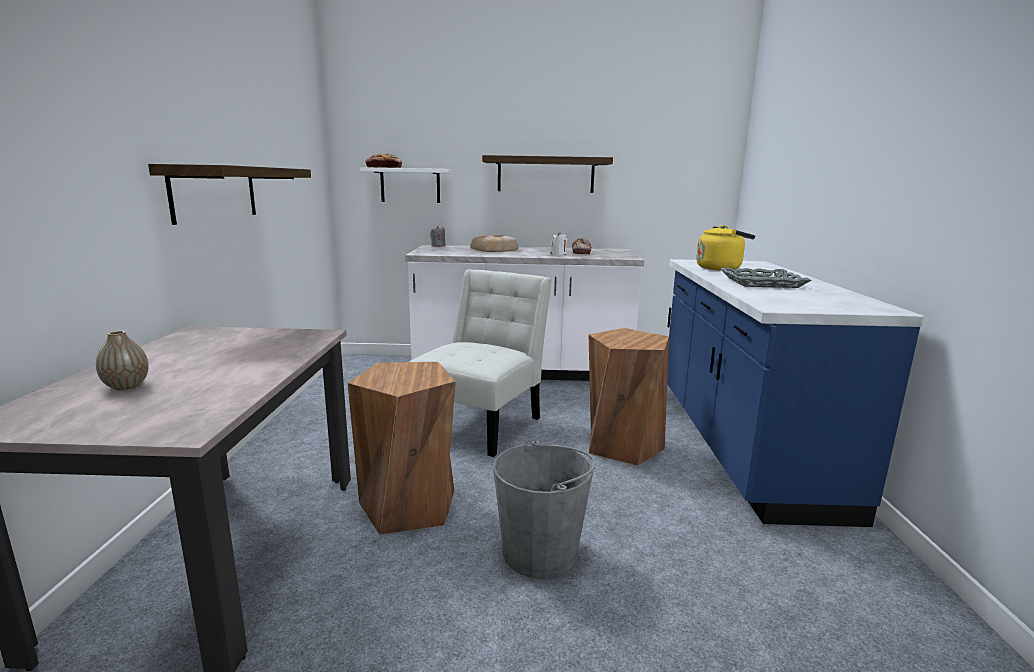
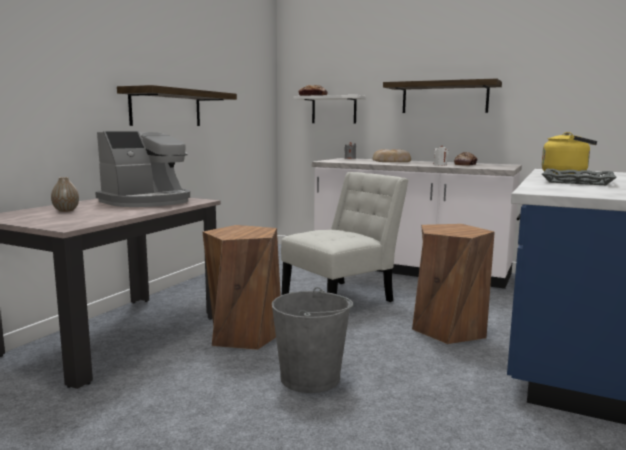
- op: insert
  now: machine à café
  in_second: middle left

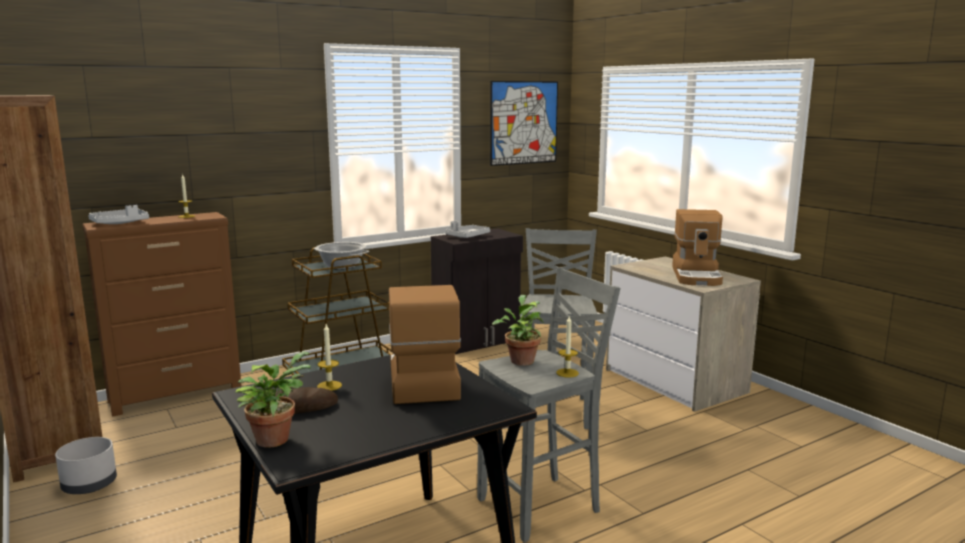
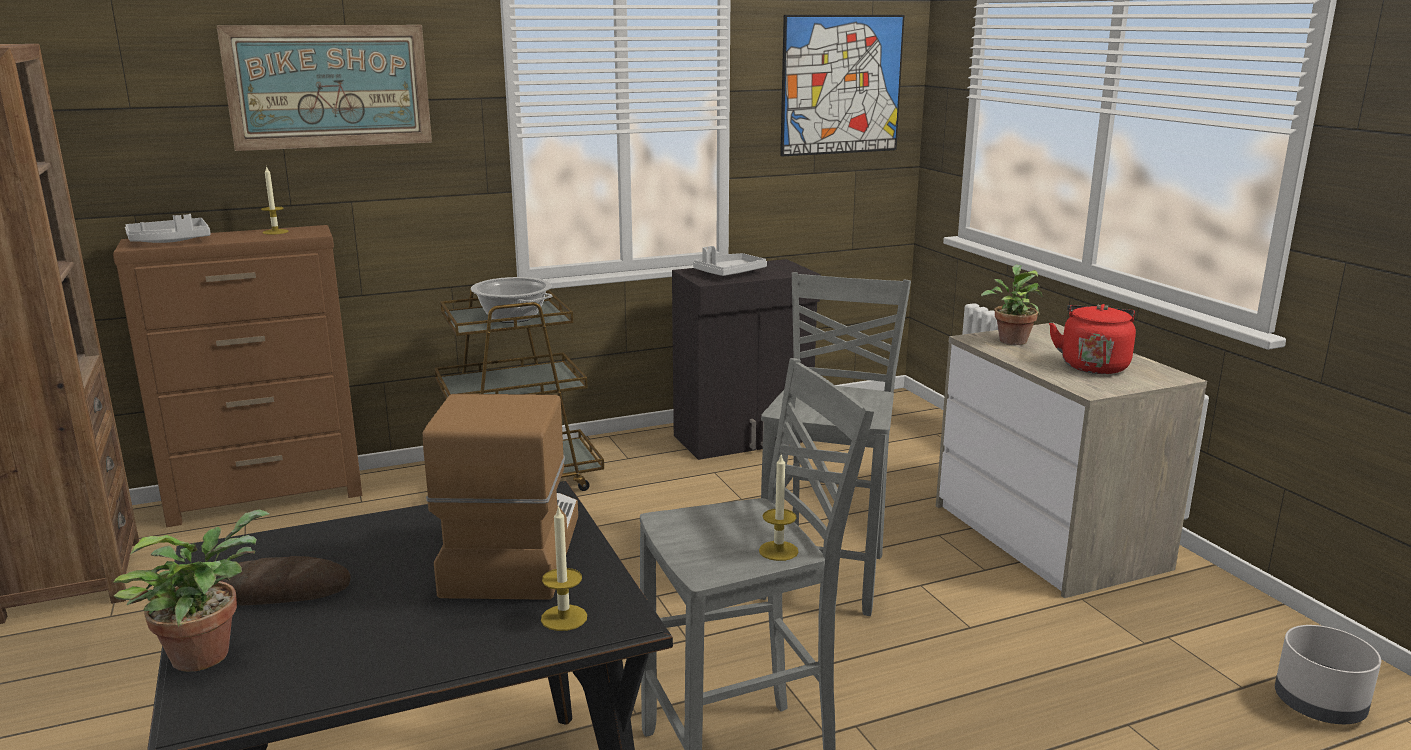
- op: insert
  now: tableau (1st from left)
  in_second: top left
- op: move
  was: bougie (2nd from left)
  in_first: centre
  in_second: bottom centre
- op: move
  was: plante en pot (2nd from left)
  in_first: centre
  in_second: middle right
- op: replace
  was: machine à café (2nd from left)
  now: bouilloire/rouge
  in_first: middle right
  in_second: middle right
- op: move
  was: cache-pot/gris
  in_first: bottom left
  in_second: bottom right

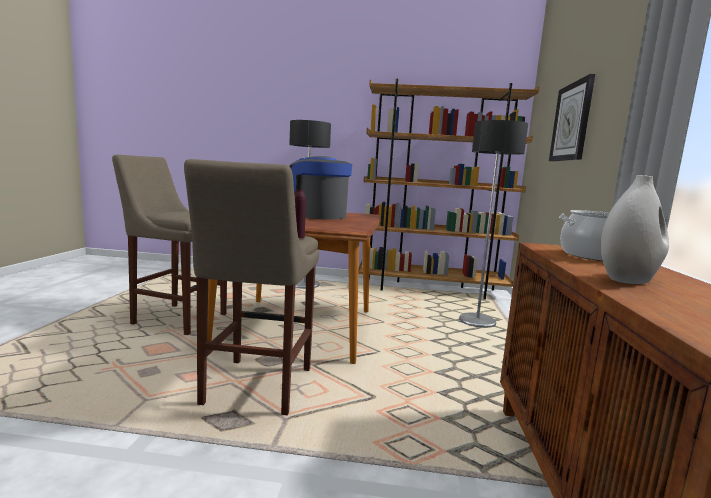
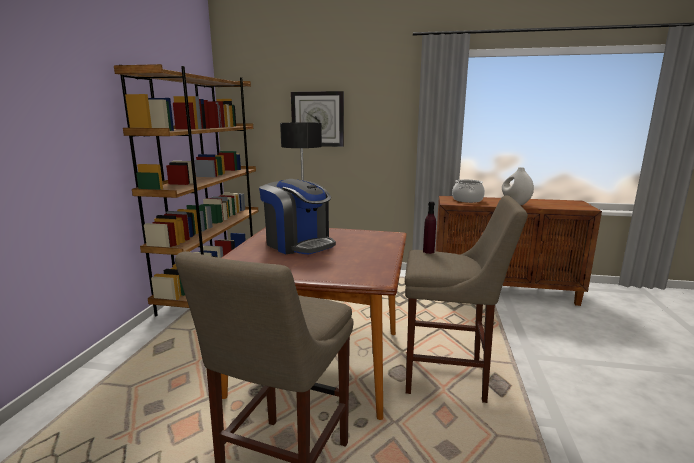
- op: rotate
  was: machine à café
  in_first: centre
  in_second: centre
  clockwise: -90
- op: delete
  was: lampadaire (1st from left)
  in_first: centre

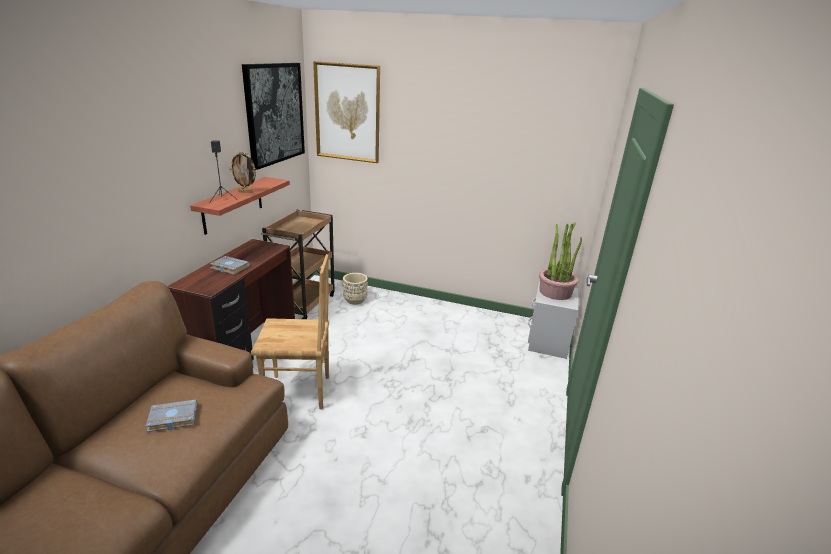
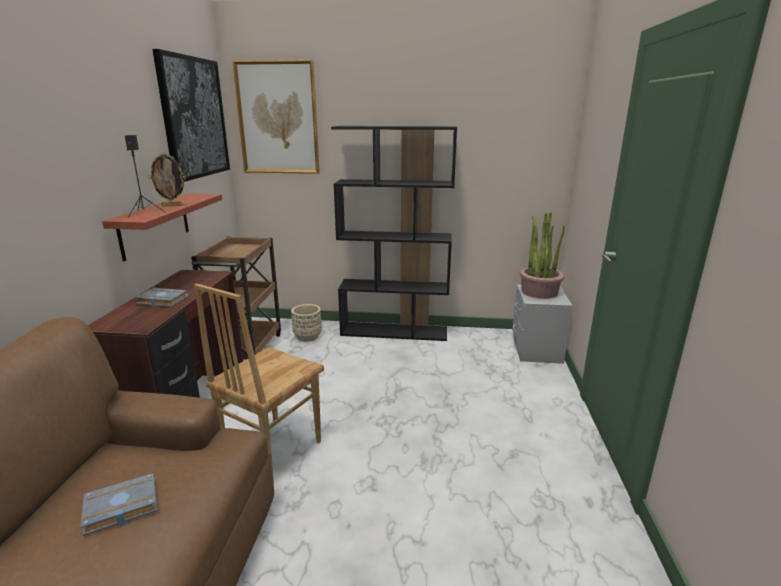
- op: rotate
  was: chaise/marron
  in_first: centre
  in_second: middle left
  clockwise: 135
- op: insert
  now: bibliothèque/noir
  in_second: centre

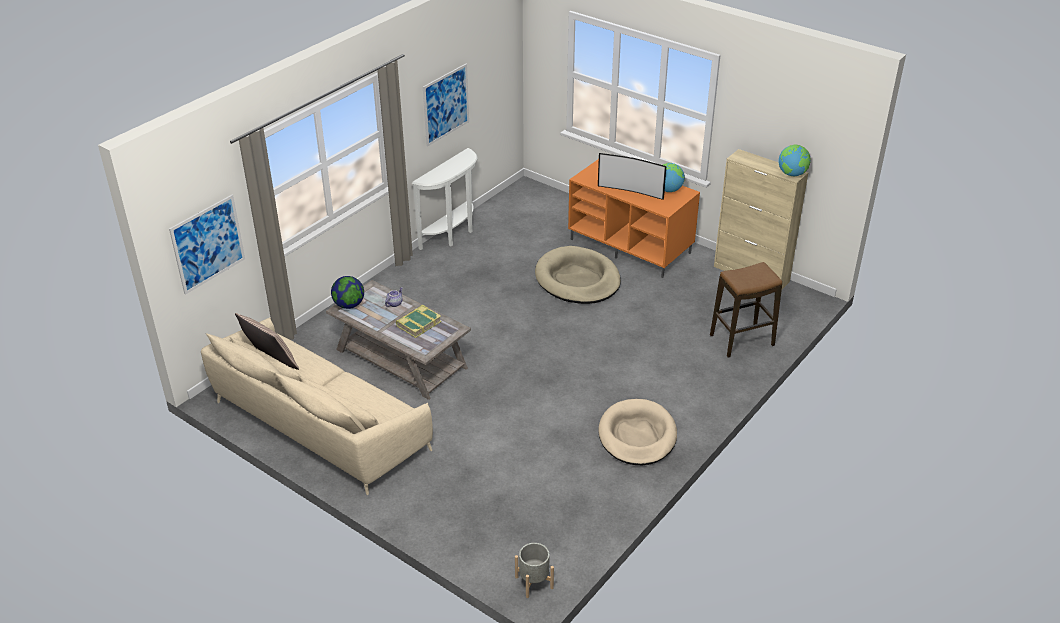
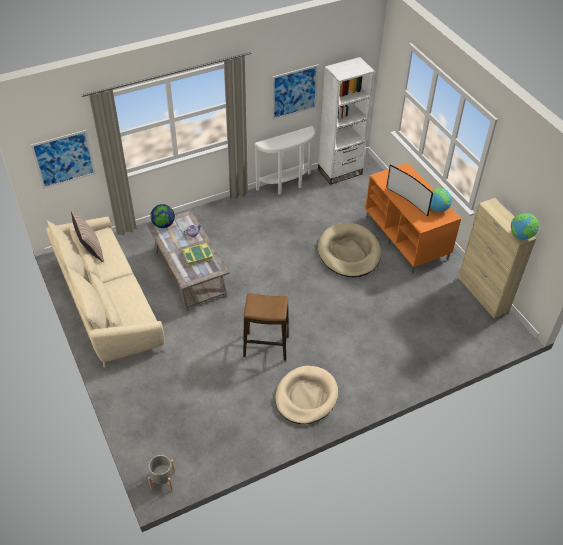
- op: move
  was: tabouret
  in_first: middle right
  in_second: centre
- op: insert
  now: bibliothèque/blanc
  in_second: top centre

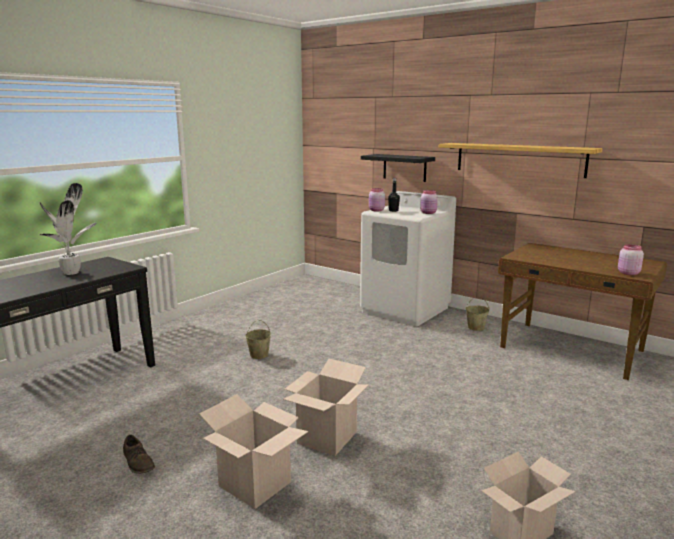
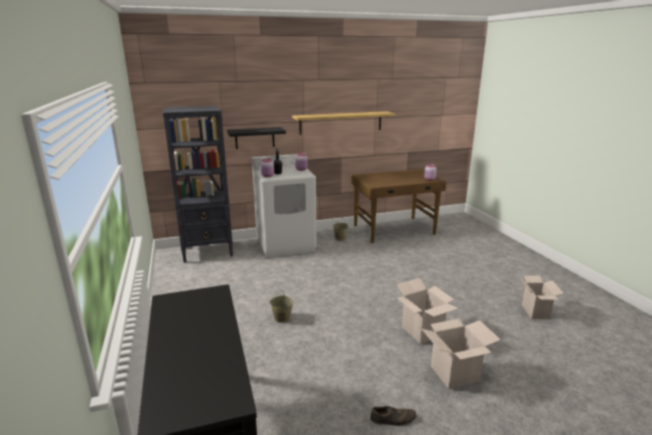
- op: insert
  now: bibliothèque/noir
  in_second: middle left
- op: delete
  was: plante en pot
  in_first: middle left

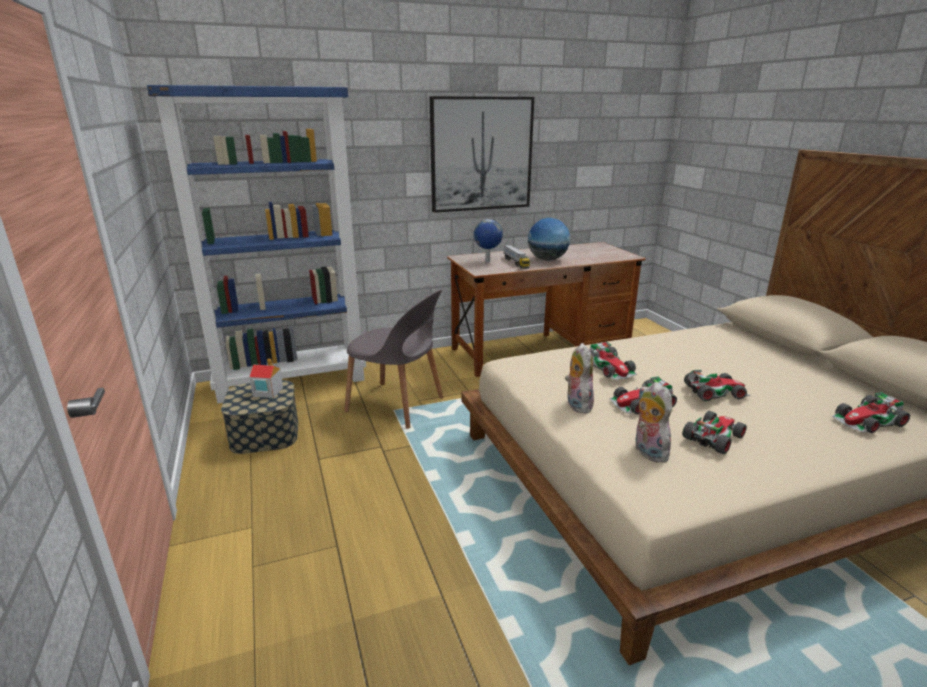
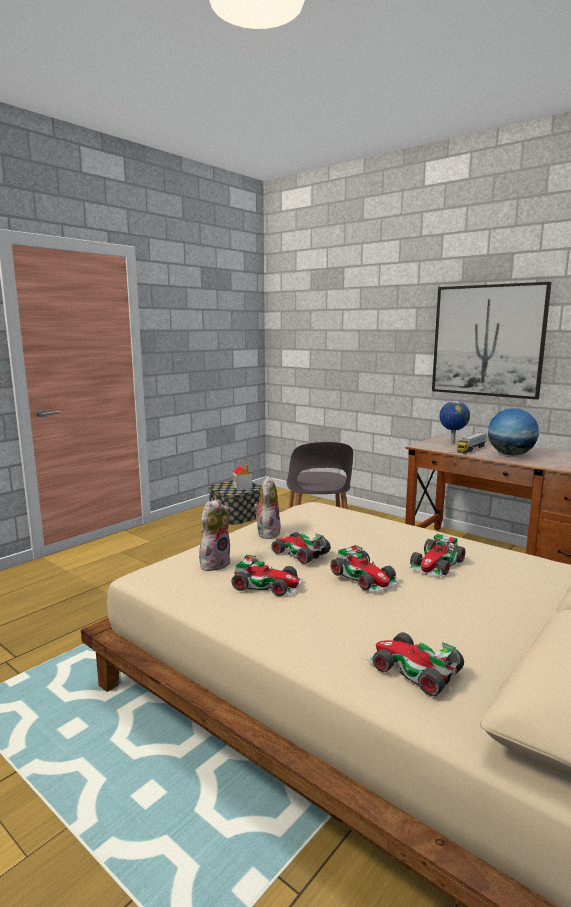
- op: rotate
  was: peluche (1st from left in the first image)
  in_first: centre
  in_second: centre
  clockwise: -45
- op: move
  was: petite voiture (1st from left in the first image)
  now: petite voiture (5th from left)
  in_first: centre
  in_second: middle right
- op: delete
  was: bibliothèque/bleu
  in_first: middle left

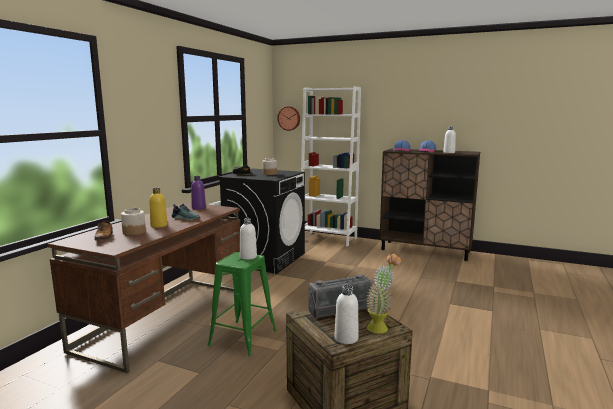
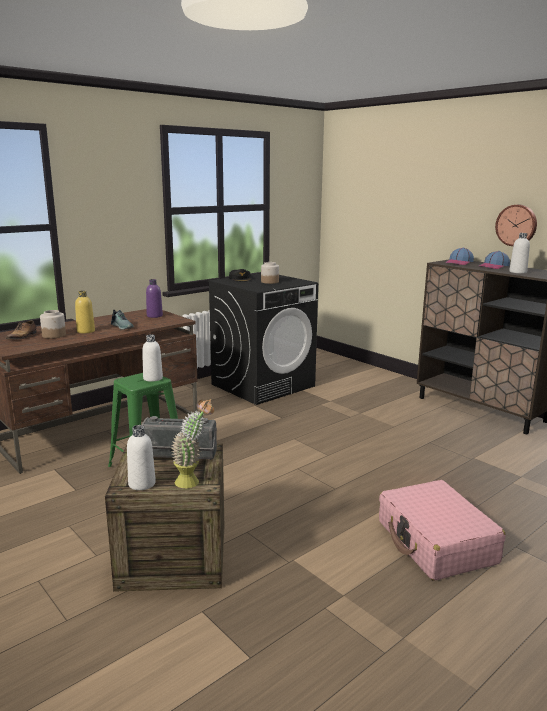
- op: insert
  now: valise/rose
  in_second: bottom right
- op: move
  was: horloge murale
  in_first: top centre
  in_second: top right
- op: delete
  was: bibliothèque/blanc
  in_first: centre

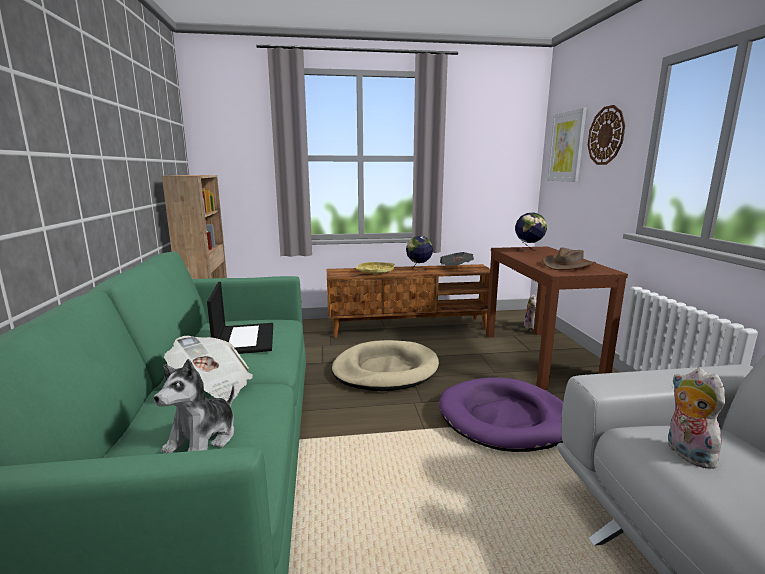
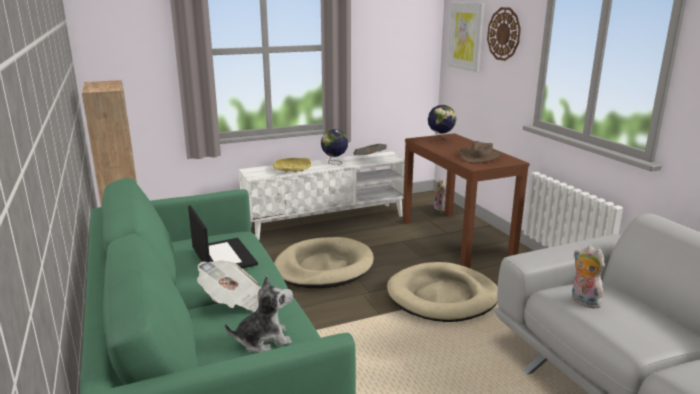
- op: rotate
  was: peluche (1st from left)
  in_first: bottom left
  in_second: bottom centre
  clockwise: -120
- op: recolor
  was: meuble télé/marron
  now: meuble télé/blanc
  in_first: centre
  in_second: centre
- op: recolor
  was: panier pour chien/violet
  now: panier pour chien/beige (2nd from left)
  in_first: bottom centre
  in_second: bottom centre

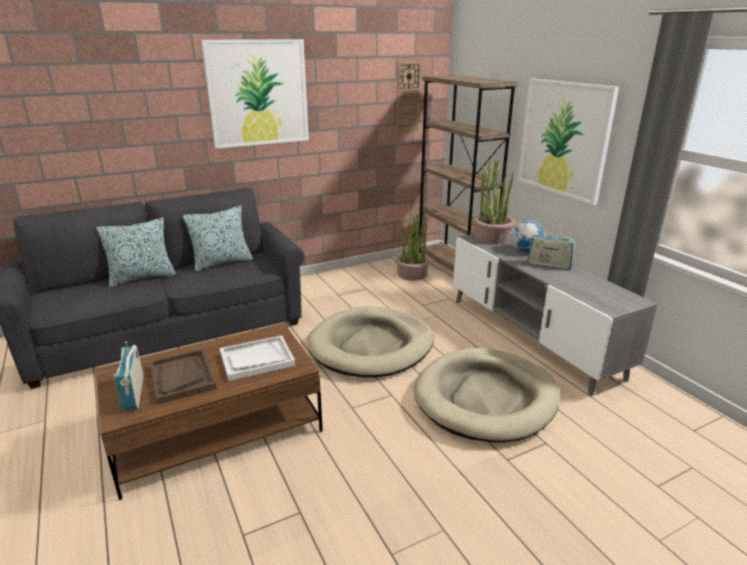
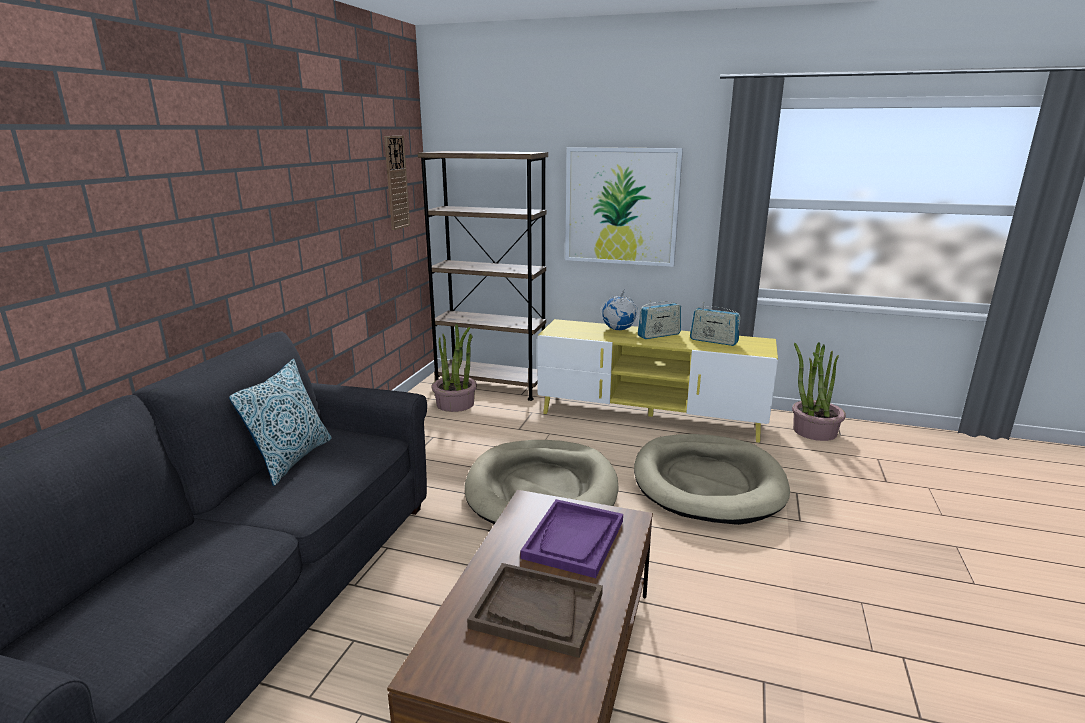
- op: recolor
  was: plateau/blanc
  now: plateau/violet
  in_first: centre
  in_second: bottom centre
- op: recolor
  was: meuble télé/gris
  now: meuble télé/jaune
  in_first: middle right
  in_second: centre
- op: move
  was: radio (1st from left in the first image)
  now: radio (2nd from left)
  in_first: middle left
  in_second: centre
- op: move
  was: plante en pot (2nd from left)
  in_first: centre
  in_second: middle right
- op: delete
  was: coussin (1st from left)
  in_first: middle left
- op: delete
  was: tableau (1st from left)
  in_first: top centre

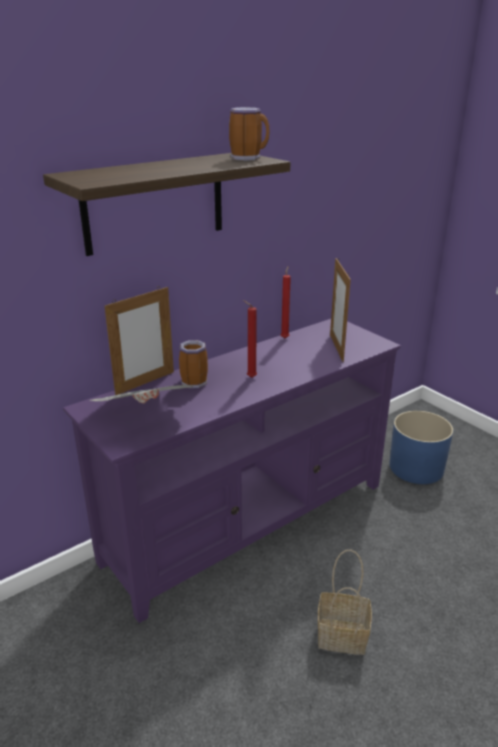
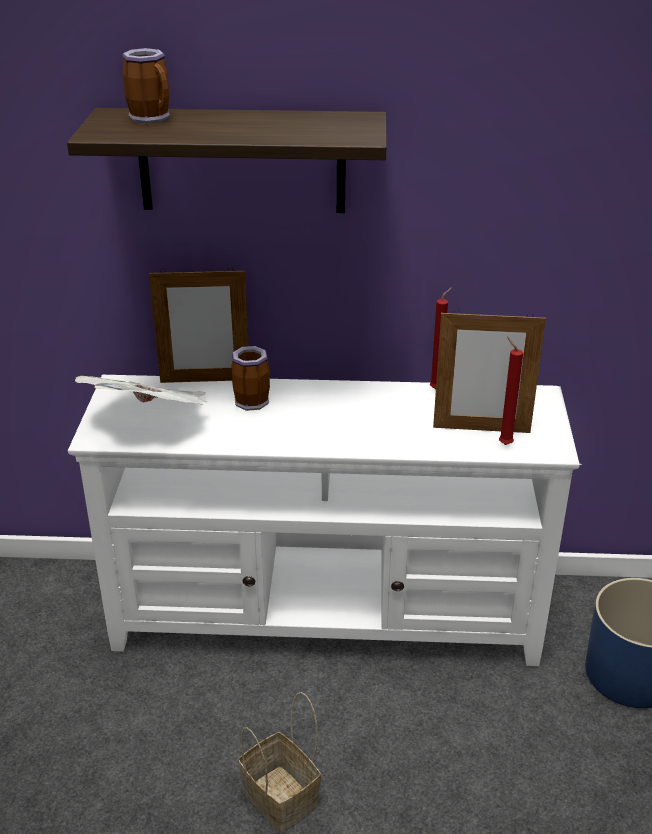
- op: recolor
  was: meuble télé/violet
  now: meuble télé/blanc
  in_first: centre
  in_second: centre
- op: move
  was: mug (2nd from left in the first image)
  now: mug (1st from left)
  in_first: top centre
  in_second: top left
- op: rotate
  was: cadre photo (2nd from left)
  in_first: middle right
  in_second: middle right
  clockwise: -120
- op: move
  was: bougie/rouge (1st from left in the first image)
  now: bougie/rouge (2nd from left)
  in_first: centre
  in_second: middle right

